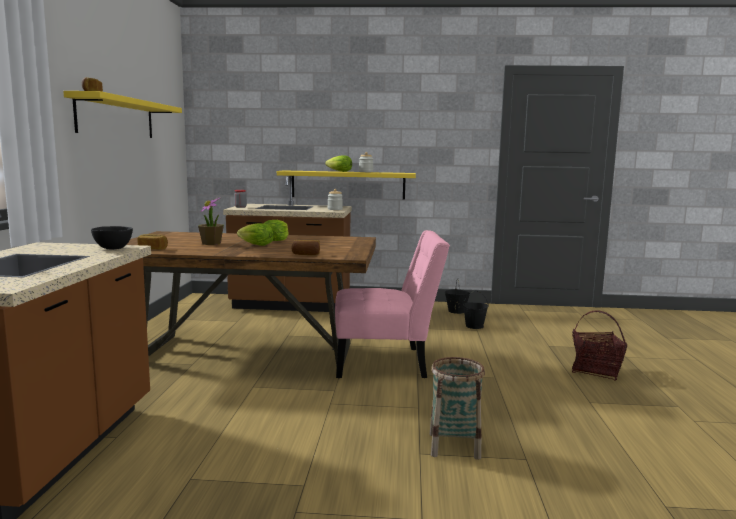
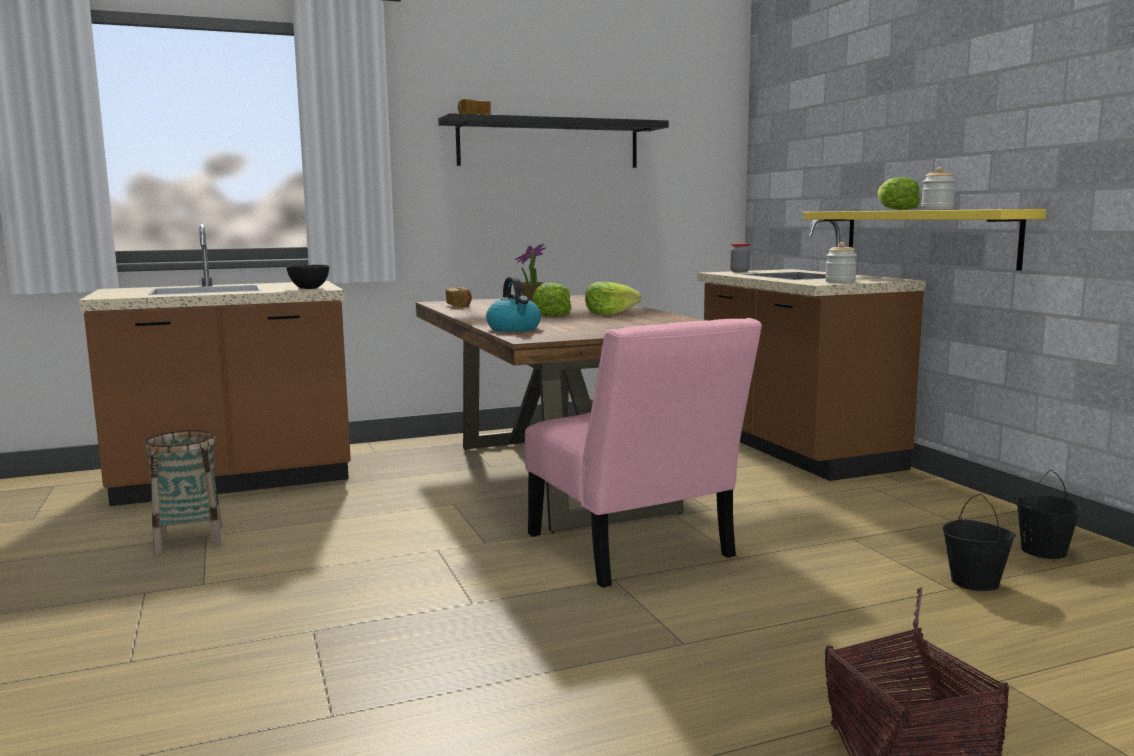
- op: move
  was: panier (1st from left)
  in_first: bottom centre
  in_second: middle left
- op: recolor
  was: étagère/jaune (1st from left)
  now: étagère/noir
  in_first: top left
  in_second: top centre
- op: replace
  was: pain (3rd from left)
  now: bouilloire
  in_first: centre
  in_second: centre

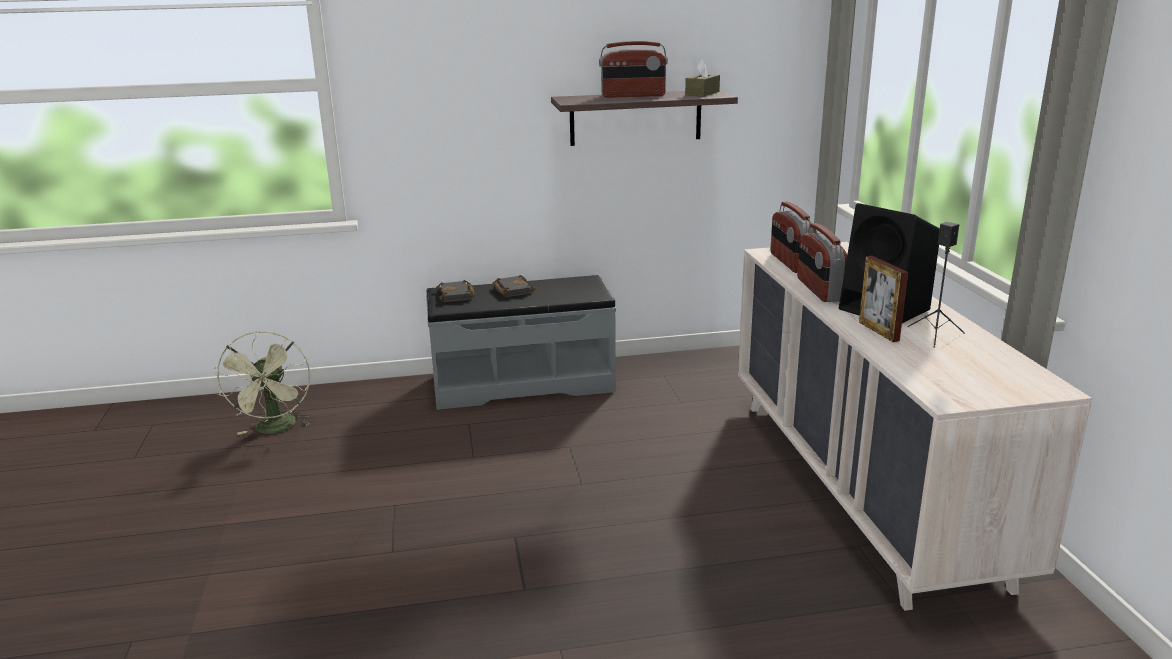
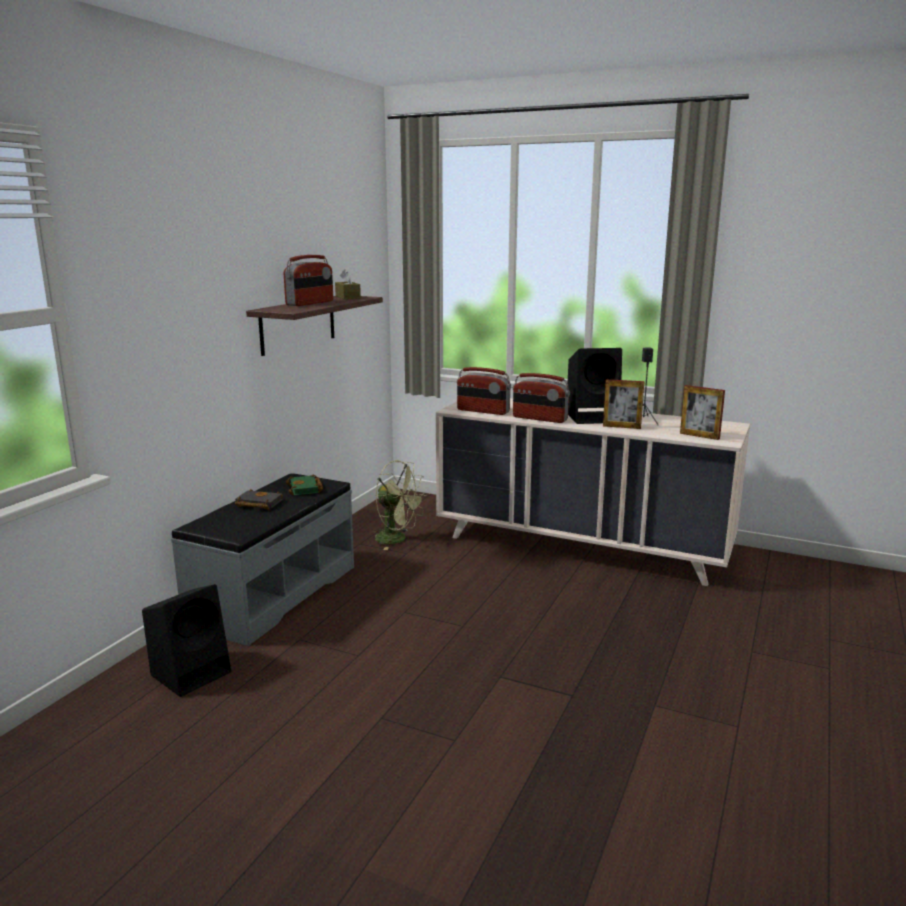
- op: insert
  now: enceinte/noir (1st from left)
  in_second: bottom left
- op: insert
  now: livre/vert
  in_second: centre
- op: move
  was: ventilateur/vert
  in_first: middle left
  in_second: centre
- op: insert
  now: cadre photo (2nd from left)
  in_second: middle right
- op: delete
  was: livre/noir (1st from left)
  in_first: centre

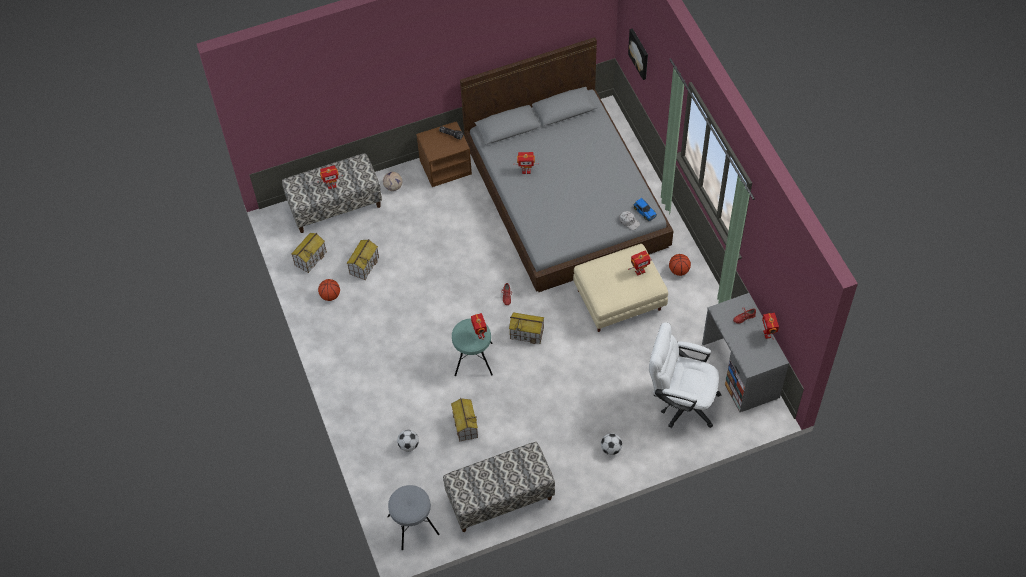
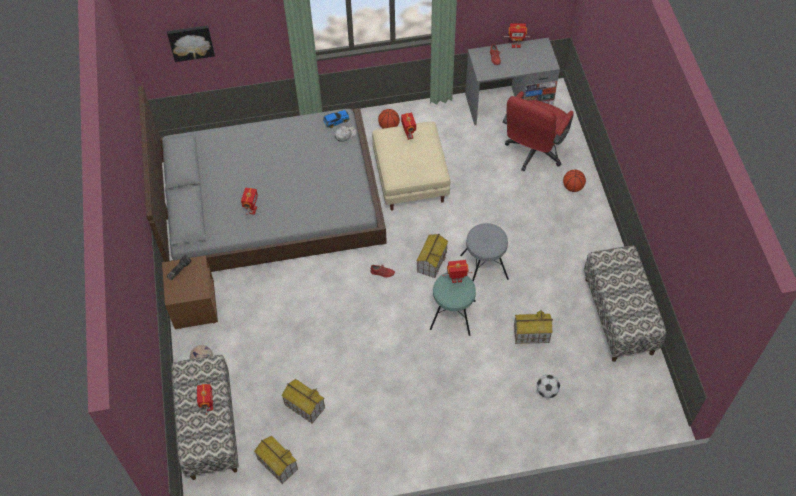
- op: move
  was: tabouret/gris
  in_first: bottom centre
  in_second: centre
- op: recolor
  was: chaise de bureau/blanc
  now: chaise de bureau/rouge
  in_first: middle right
  in_second: top right
- op: move
  was: ballon de basket (1st from left in the first image)
  now: ballon de basket (2nd from left)
  in_first: middle left
  in_second: middle right
- op: delete
  was: ballon de foot (3rd from left)
  in_first: bottom centre

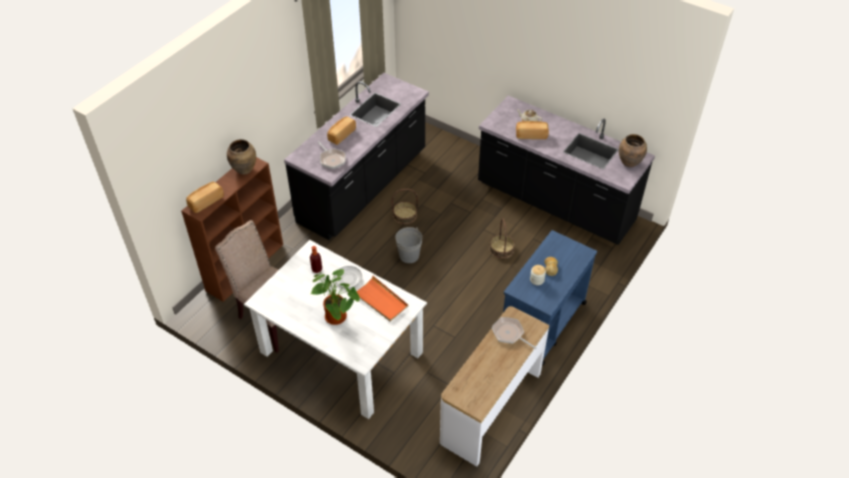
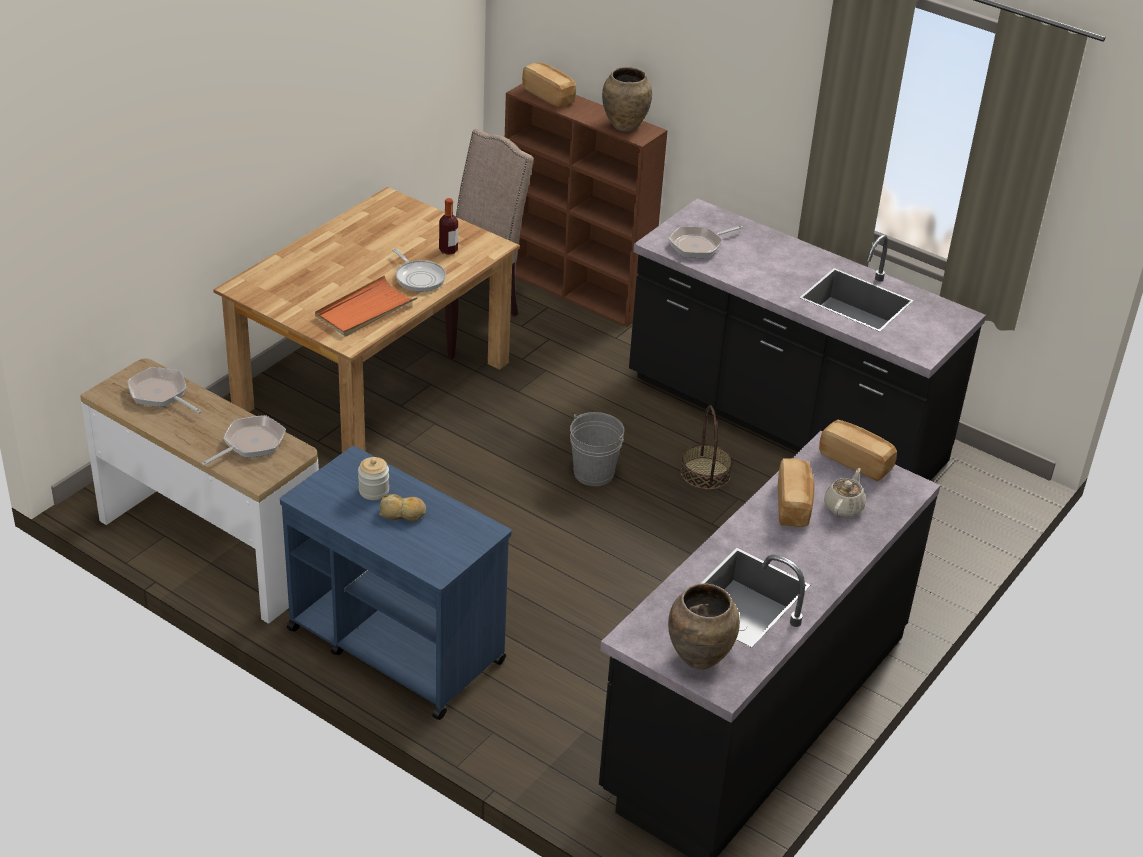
- op: insert
  now: poêle (1st from left)
  in_second: middle left
- op: recolor
  was: table à manger/blanc
  now: table à manger/marron
  in_first: bottom centre
  in_second: middle left
- op: move
  was: pain (2nd from left in the first image)
  now: pain (4th from left)
  in_first: top centre
  in_second: middle right
- op: delete
  was: plante en pot
  in_first: centre
- op: delete
  was: panier (2nd from left)
  in_first: centre

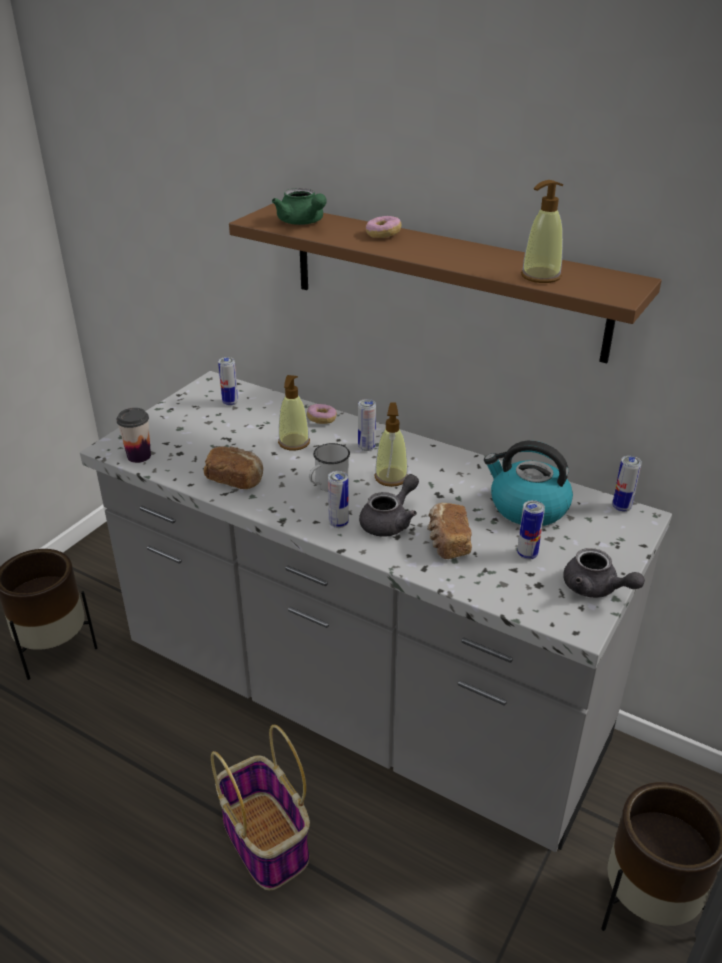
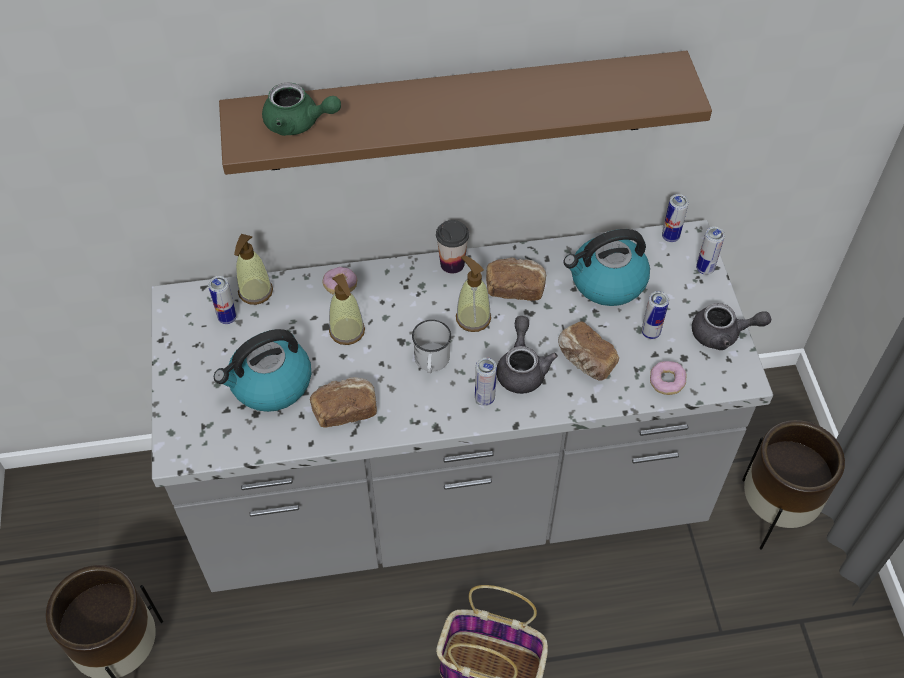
- op: insert
  now: bouilloire (1st from left)
  in_second: middle left
- op: move
  was: distributeur de savon (3rd from left in the first image)
  now: distributeur de savon (1st from left)
  in_first: top right
  in_second: middle left
- op: move
  was: tasse
  in_first: middle left
  in_second: centre
- op: insert
  now: pain (2nd from left)
  in_second: centre
- op: move
  was: beignet (2nd from left)
  in_first: top centre
  in_second: middle right
- op: move
  was: boîte métallique (3rd from left in the first image)
  now: boîte métallique (5th from left)
  in_first: centre
  in_second: middle right

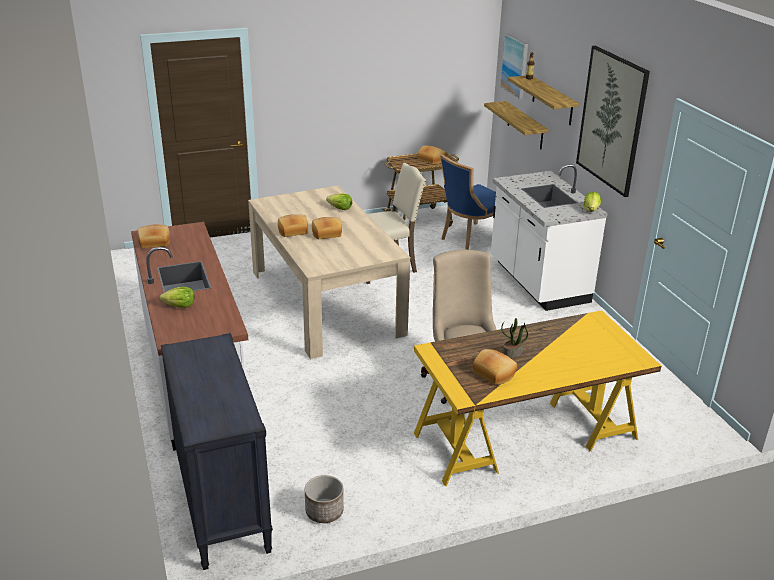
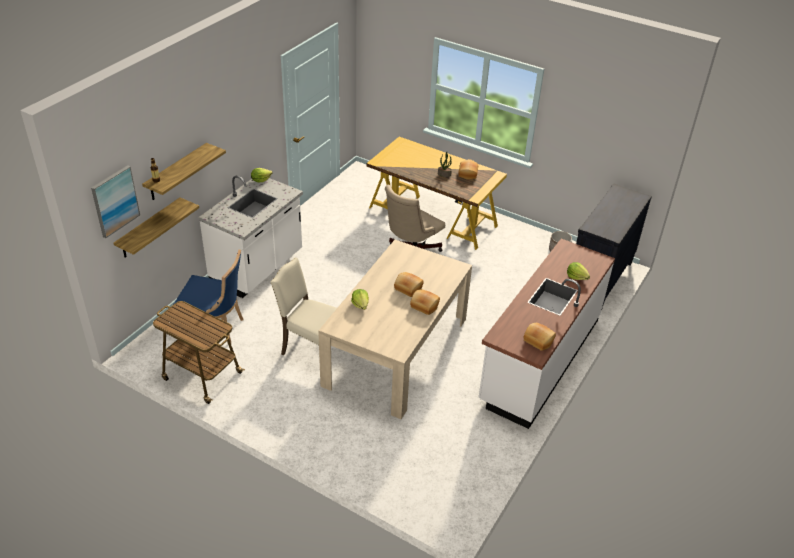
- op: delete
  was: pain (4th from left)
  in_first: top centre
- op: delete
  was: tableau (2nd from left)
  in_first: top right

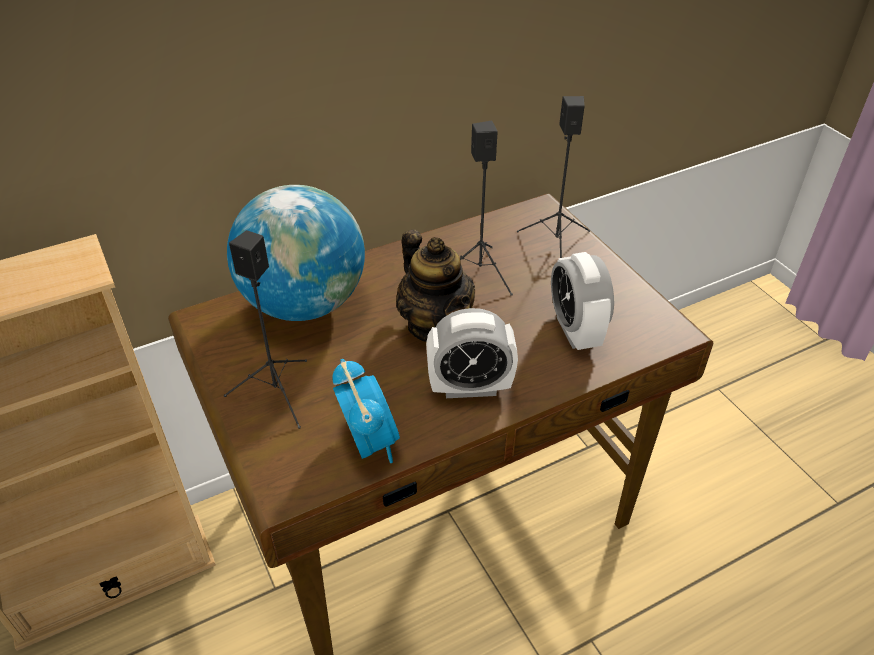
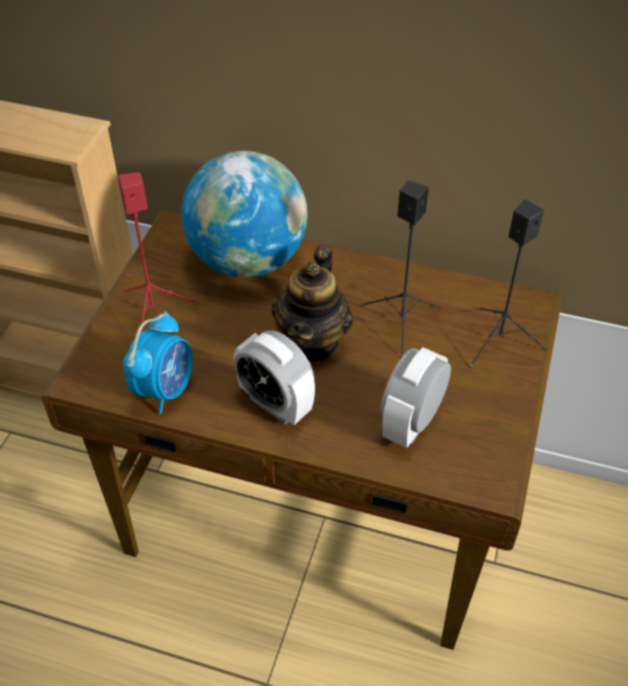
- op: recolor
  was: enceinte/noir (1st from left)
  now: enceinte/rouge
  in_first: middle left
  in_second: middle left

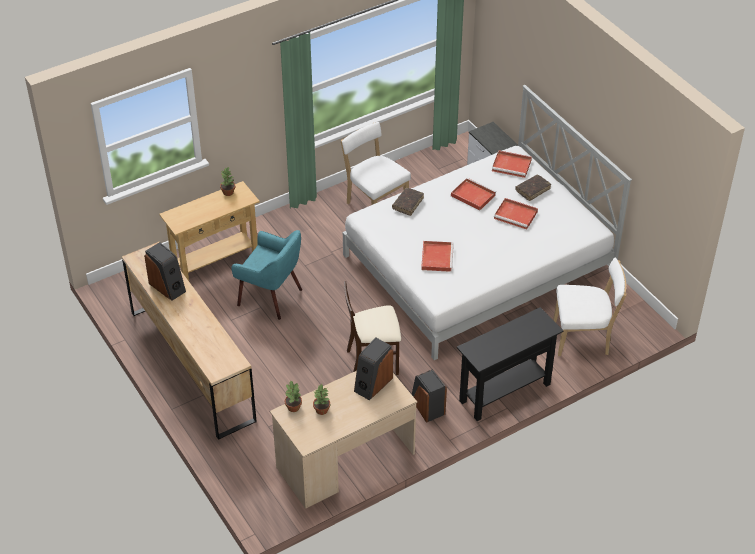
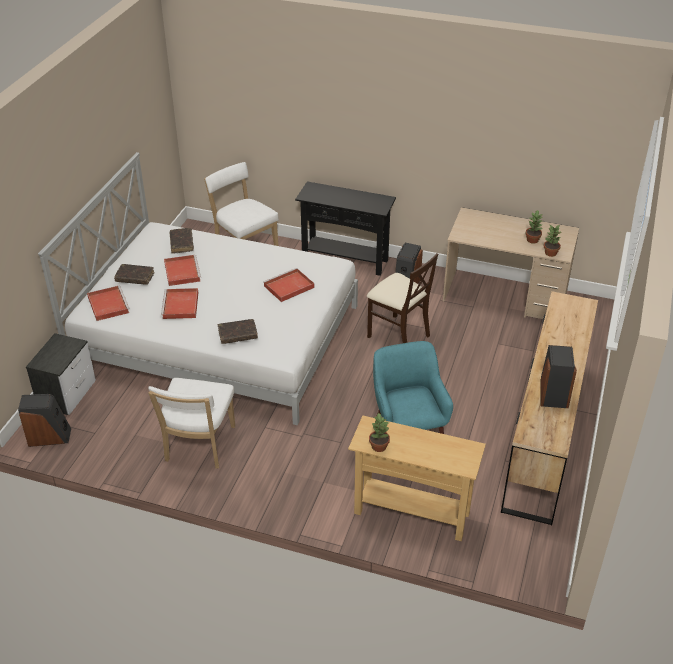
- op: move
  was: enceinte (2nd from left in the first image)
  now: enceinte (1st from left)
  in_first: centre
  in_second: middle left
- op: insert
  now: livre/marron (2nd from left)
  in_second: middle left

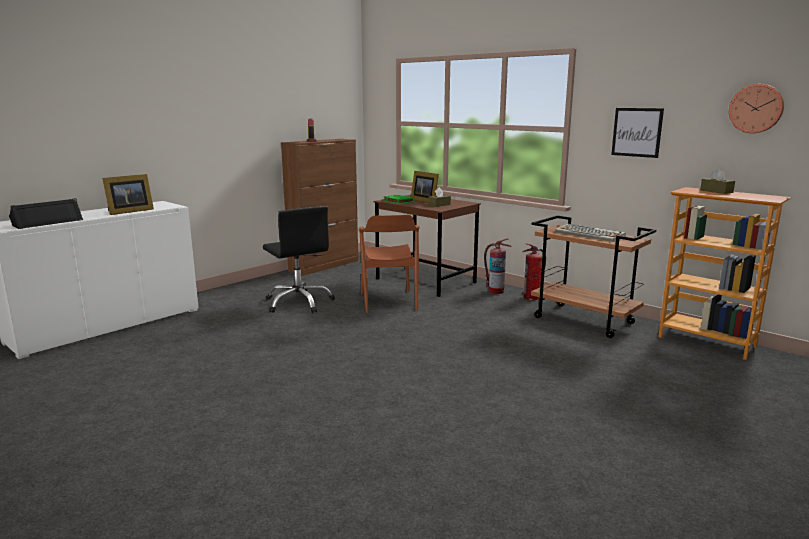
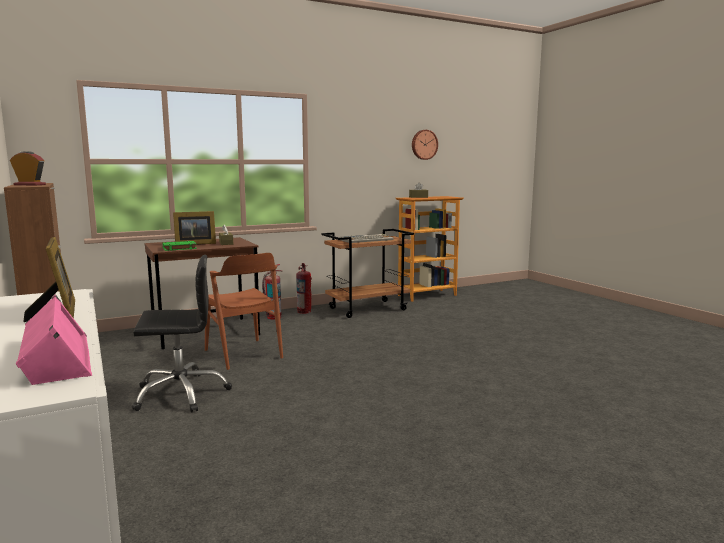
- op: recolor
  was: enceinte/noir
  now: enceinte/rose
  in_first: middle left
  in_second: middle left
- op: rotate
  was: chaise/marron
  in_first: centre
  in_second: centre
  clockwise: 45
- op: delete
  was: tableau
  in_first: top right

